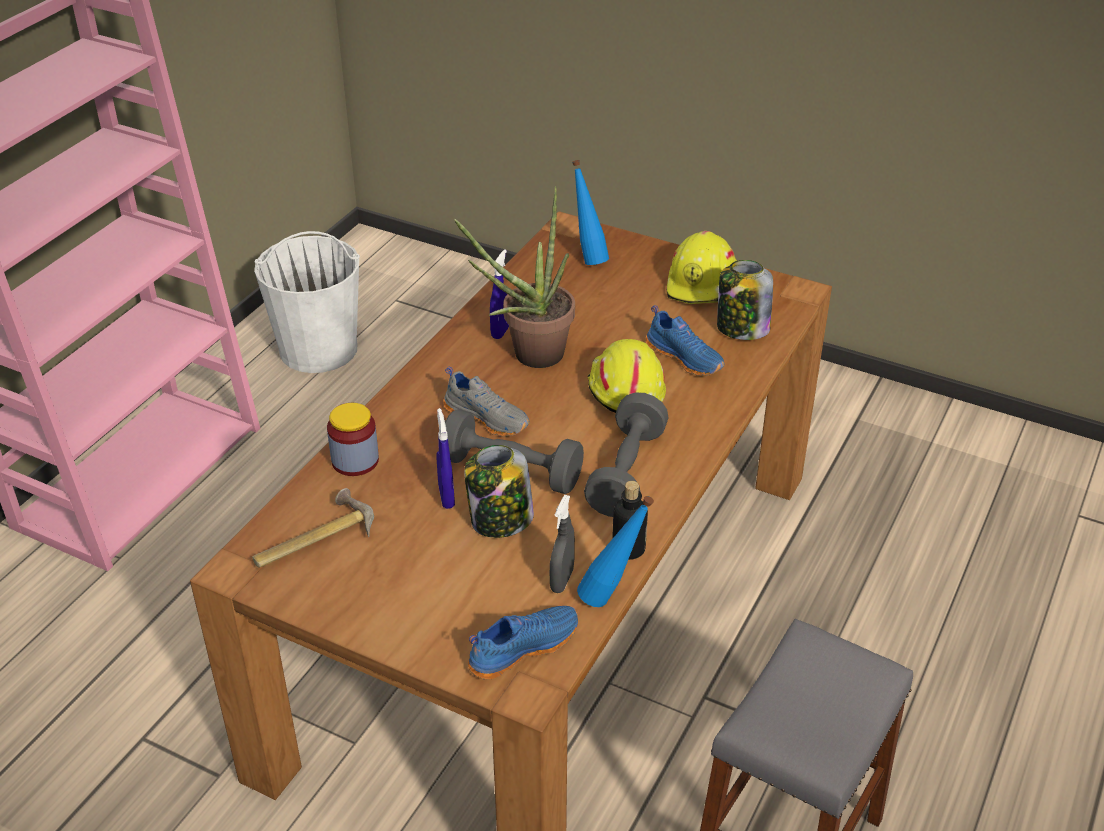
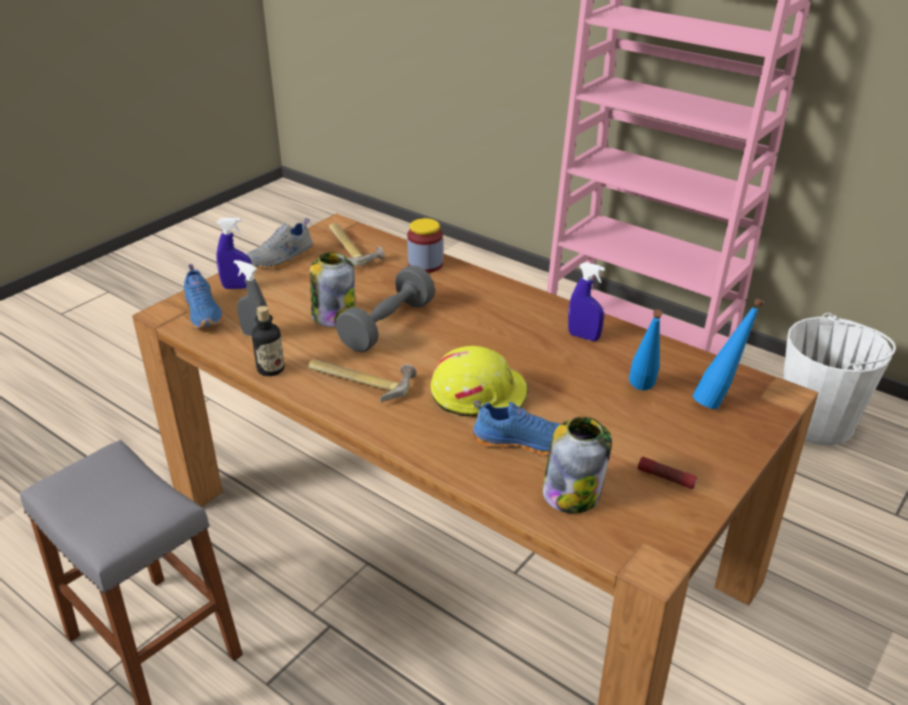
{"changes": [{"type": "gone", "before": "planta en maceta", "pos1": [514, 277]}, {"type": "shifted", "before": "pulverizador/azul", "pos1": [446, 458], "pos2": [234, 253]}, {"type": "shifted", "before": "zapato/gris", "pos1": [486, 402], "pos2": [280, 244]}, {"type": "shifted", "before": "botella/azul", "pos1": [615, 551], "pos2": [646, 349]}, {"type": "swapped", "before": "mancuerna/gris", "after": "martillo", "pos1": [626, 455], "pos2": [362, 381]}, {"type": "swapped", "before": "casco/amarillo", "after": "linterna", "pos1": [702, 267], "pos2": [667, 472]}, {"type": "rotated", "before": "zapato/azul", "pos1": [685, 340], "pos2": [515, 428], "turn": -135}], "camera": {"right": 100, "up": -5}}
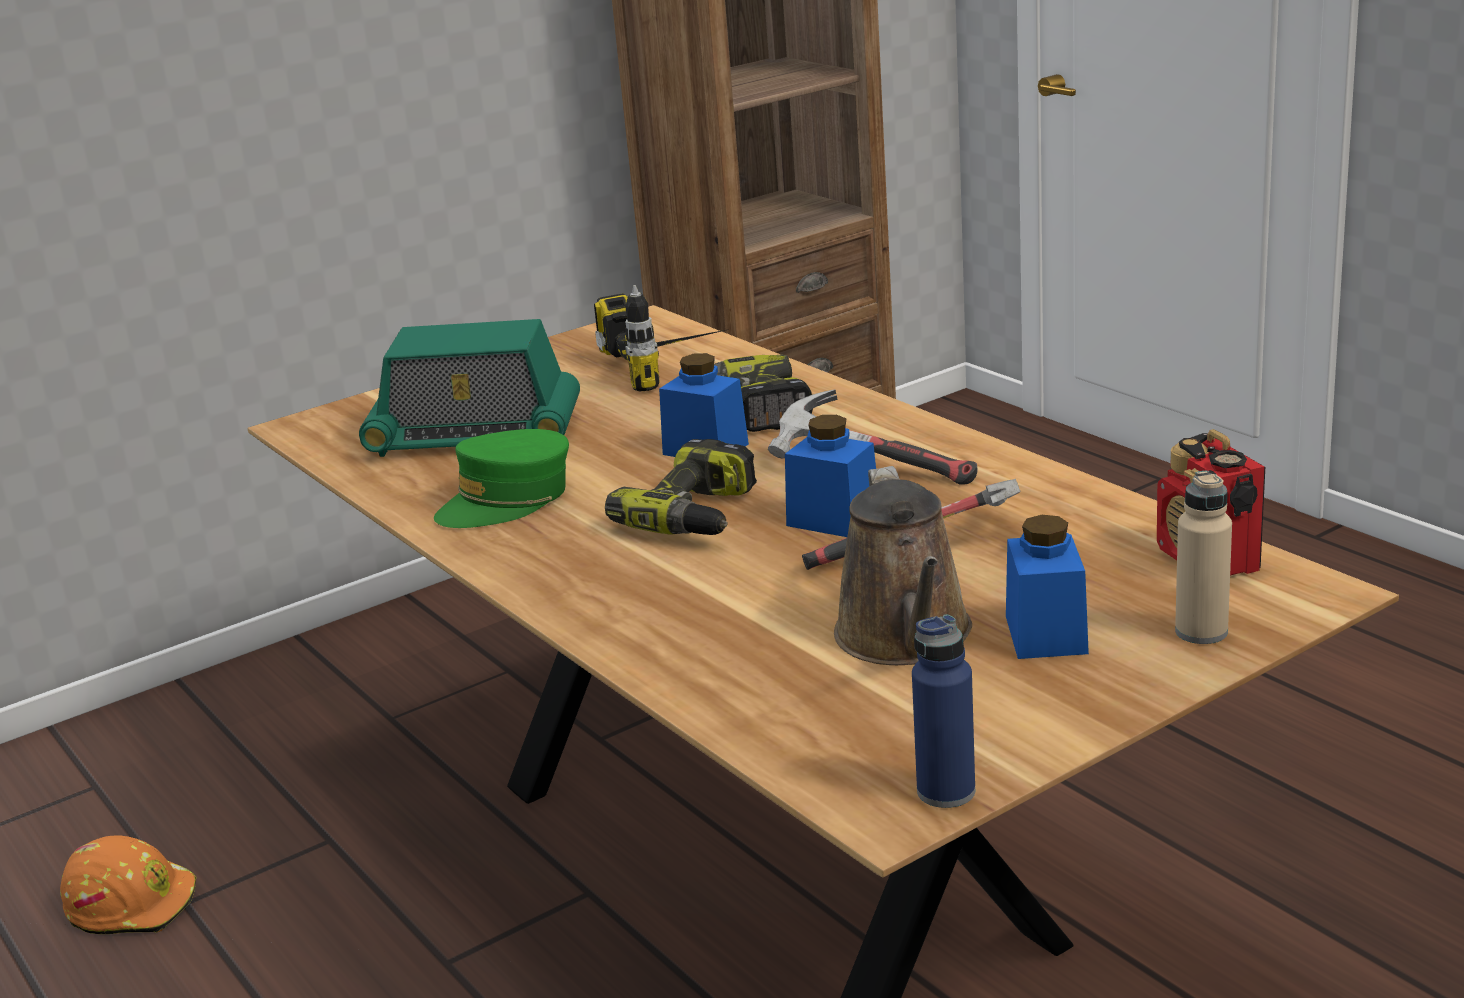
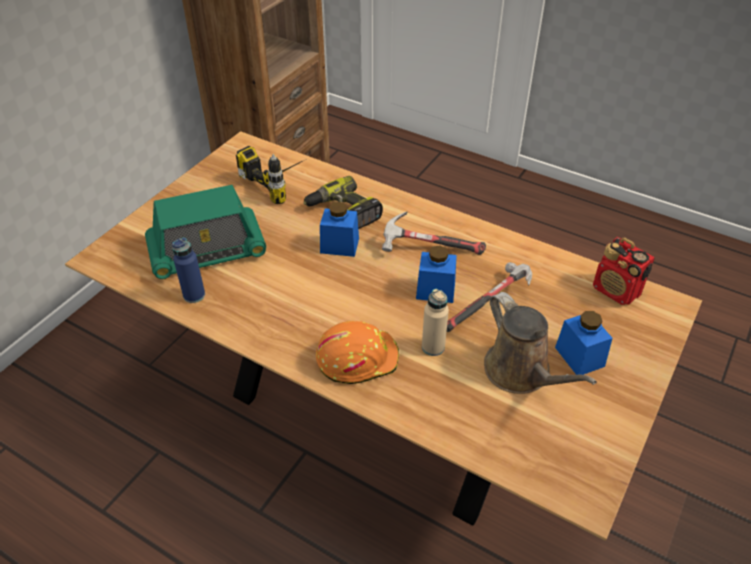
{"changes": [{"type": "gone", "before": "gorra/verde", "pos1": [501, 478]}, {"type": "gone", "before": "taladro", "pos1": [681, 487]}, {"type": "shifted", "before": "casco/naranja", "pos1": [128, 885], "pos2": [357, 352]}, {"type": "shifted", "before": "botella/azul", "pos1": [943, 711], "pos2": [188, 270]}, {"type": "shifted", "before": "botella/beis", "pos1": [1203, 557], "pos2": [435, 322]}], "camera": {"right": -25, "up": 20}}
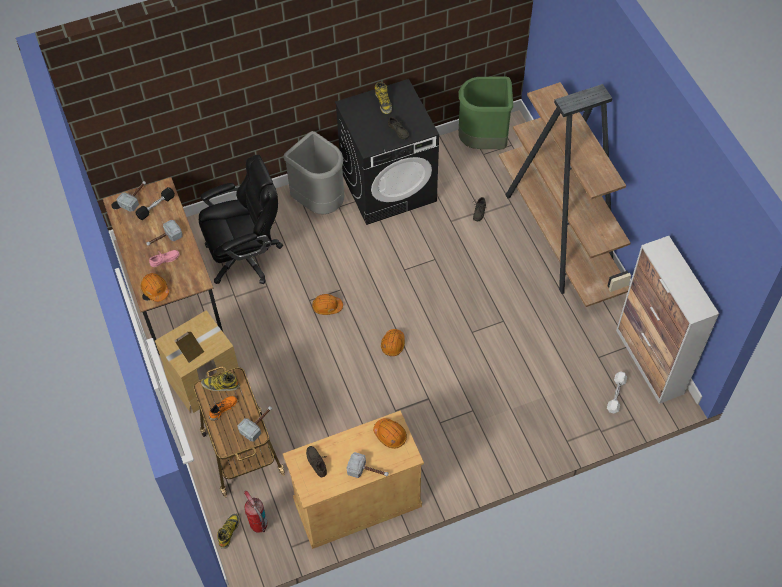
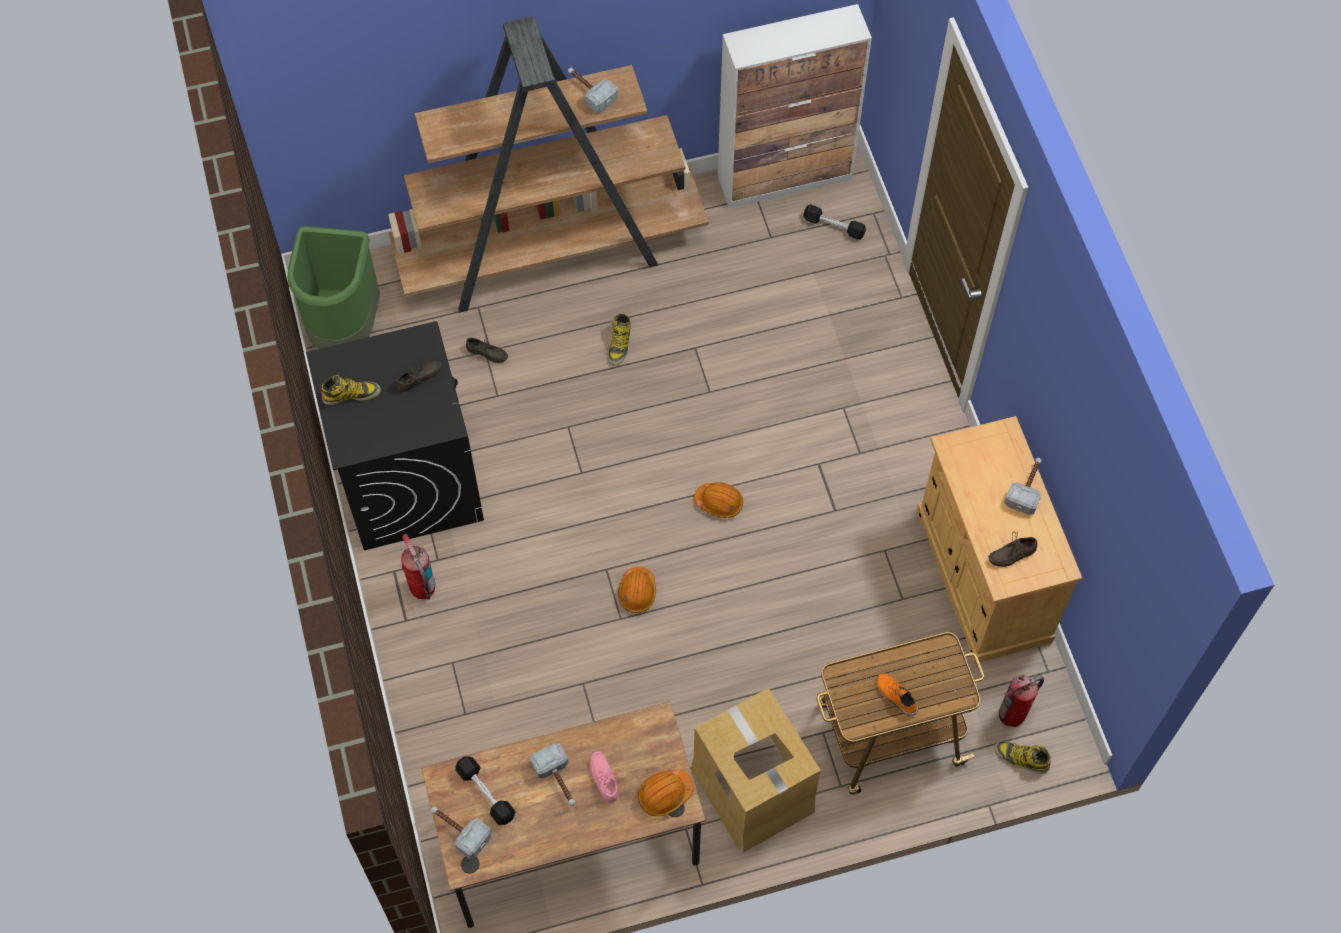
{"changes": [{"type": "gone", "before": "silla de oficina/negro", "pos1": [241, 219]}, {"type": "gone", "before": "casco/naranja", "pos1": [390, 433]}, {"type": "shifted", "before": "bota", "pos1": [220, 381], "pos2": [619, 339]}, {"type": "shifted", "before": "martillo", "pos1": [254, 424], "pos2": [593, 90]}, {"type": "swapped", "before": "papelera/gris", "after": "extintor", "pos1": [313, 172], "pos2": [418, 566]}, {"type": "repainted", "before": "mancuerna/blanco", "after": "mancuerna/negro", "pos1": [617, 392], "pos2": [834, 222]}], "camera": {"right": -85, "up": 5}}
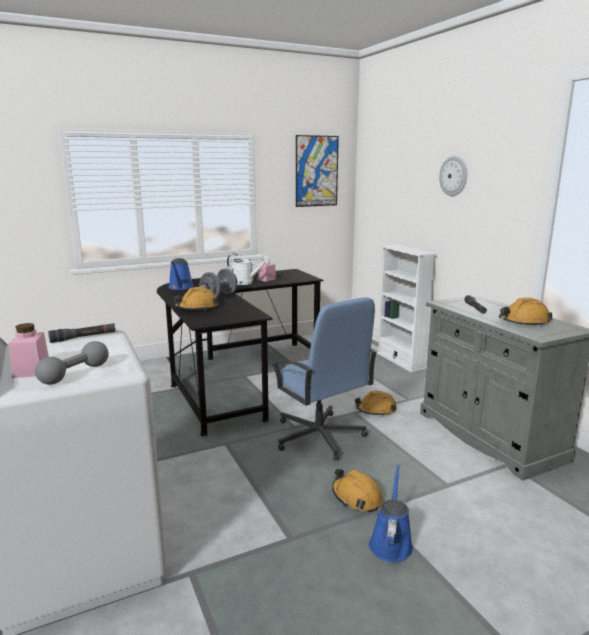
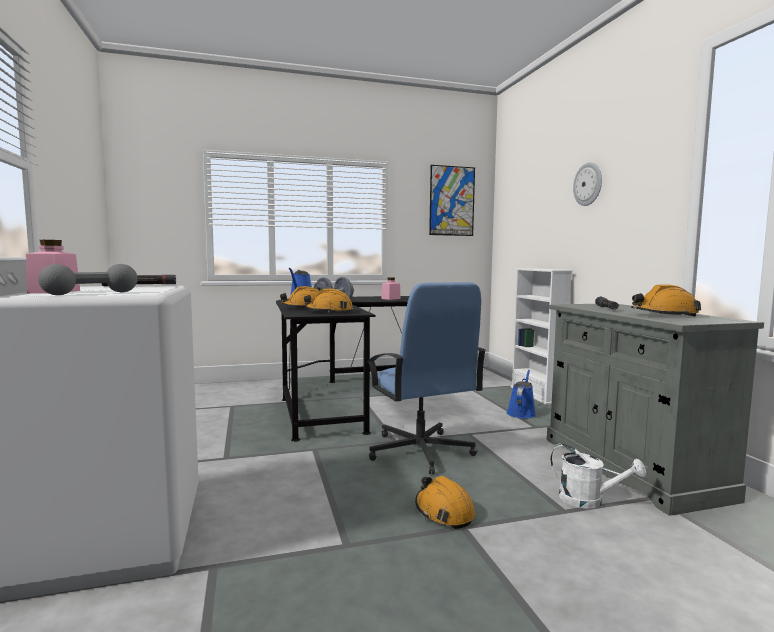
{"changes": [{"type": "shifted", "before": "regadera/blanco", "pos1": [249, 269], "pos2": [598, 476]}, {"type": "shifted", "before": "casco/naranja", "pos1": [376, 403], "pos2": [328, 301]}, {"type": "shifted", "before": "regadera/azul", "pos1": [391, 513], "pos2": [521, 394]}], "camera": {"right": 10, "up": -10}}
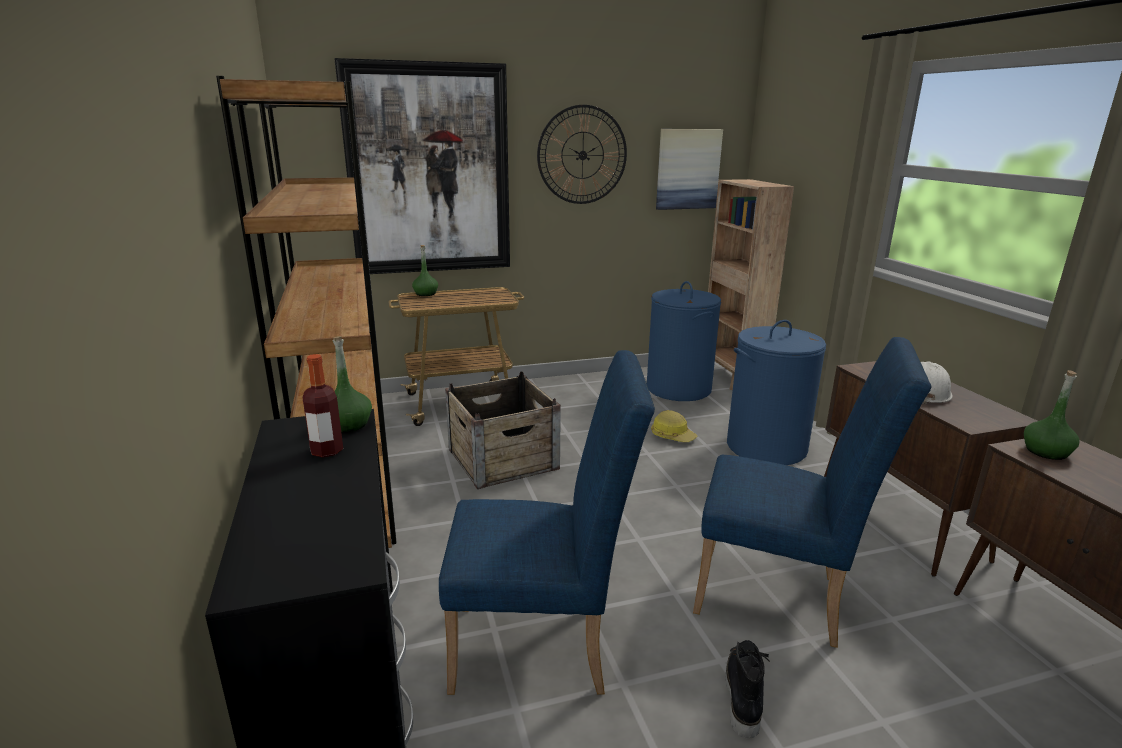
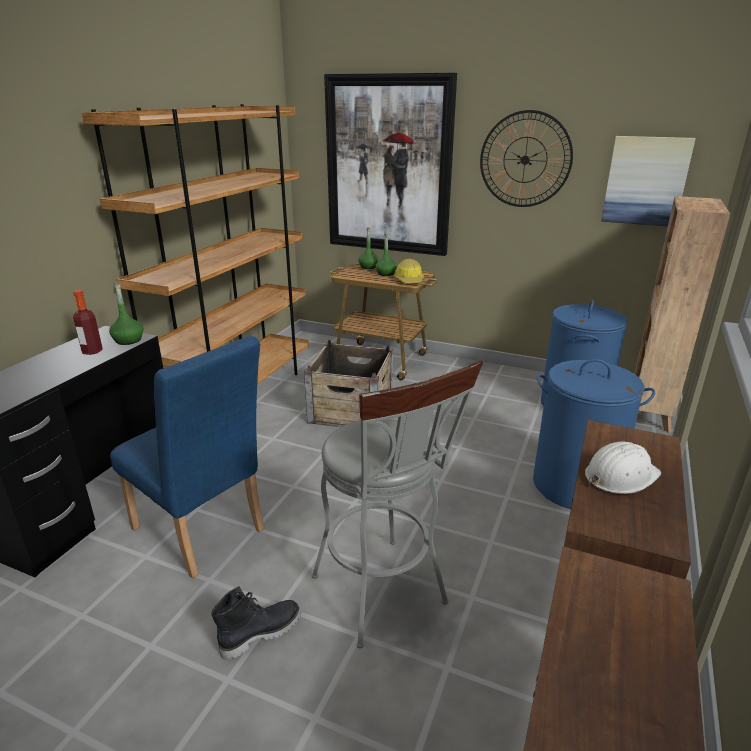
{"changes": [{"type": "shifted", "before": "casco", "pos1": [674, 426], "pos2": [409, 271]}, {"type": "shifted", "before": "botella/verde", "pos1": [1052, 415], "pos2": [386, 254]}, {"type": "swapped", "before": "silla/azul", "after": "taburete/gris", "pos1": [812, 492], "pos2": [397, 504]}], "camera": {"right": 40, "up": 5}}
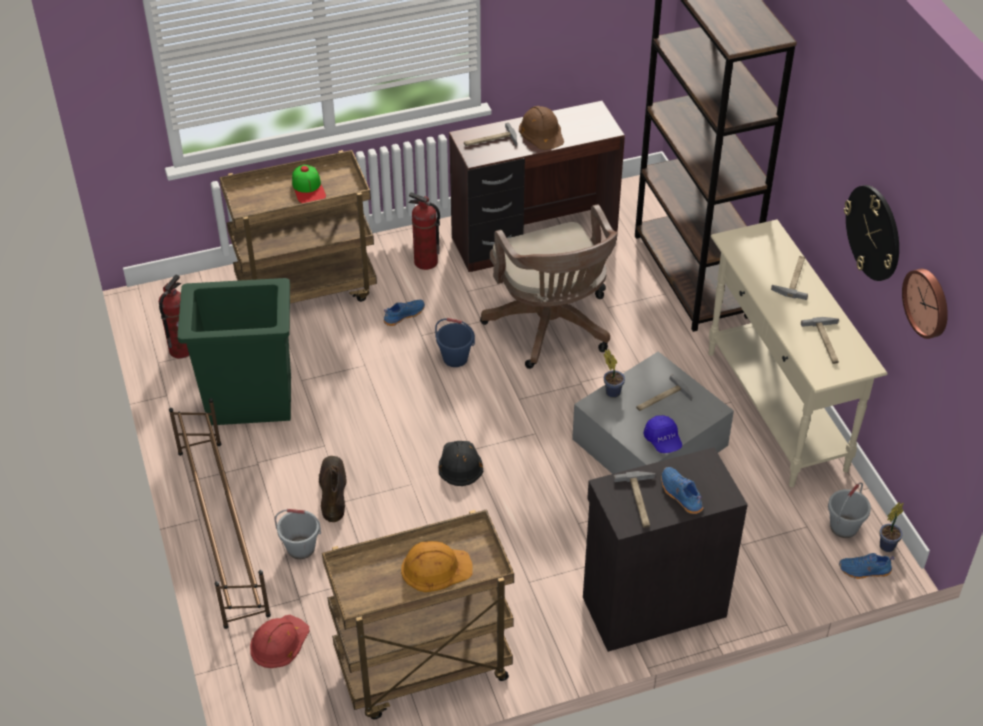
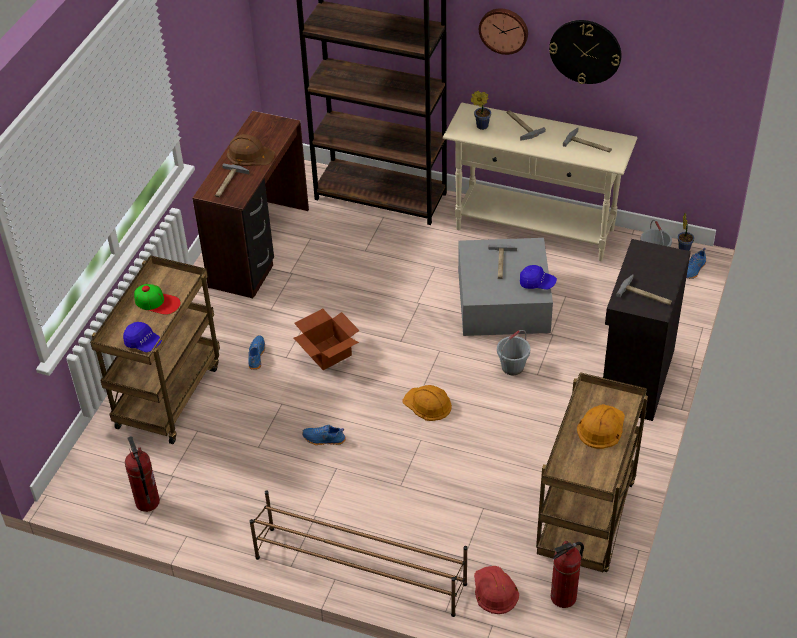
{"changes": [{"type": "gone", "before": "papelera/verde", "pos1": [234, 351]}, {"type": "gone", "before": "bota/marrón", "pos1": [332, 489]}, {"type": "gone", "before": "silla de oficina/marrón", "pos1": [549, 286]}, {"type": "new", "after": "gorra/azul", "pos2": [142, 337]}, {"type": "shifted", "before": "cubo/gris", "pos1": [298, 534], "pos2": [513, 352]}, {"type": "shifted", "before": "extintor", "pos1": [424, 231], "pos2": [567, 574]}, {"type": "shifted", "before": "planta en maceta", "pos1": [614, 373], "pos2": [480, 110]}, {"type": "shifted", "before": "zapato/azul", "pos1": [682, 490], "pos2": [324, 435]}, {"type": "shifted", "before": "reloj de pared", "pos1": [925, 304], "pos2": [503, 31]}, {"type": "swapped", "before": "cubo/azul", "after": "caja de cartón", "pos1": [455, 342], "pos2": [327, 339]}, {"type": "repainted", "before": "casco/negro", "after": "casco/naranja", "pos1": [461, 463], "pos2": [427, 403]}], "camera": {"right": -50, "up": 0}}
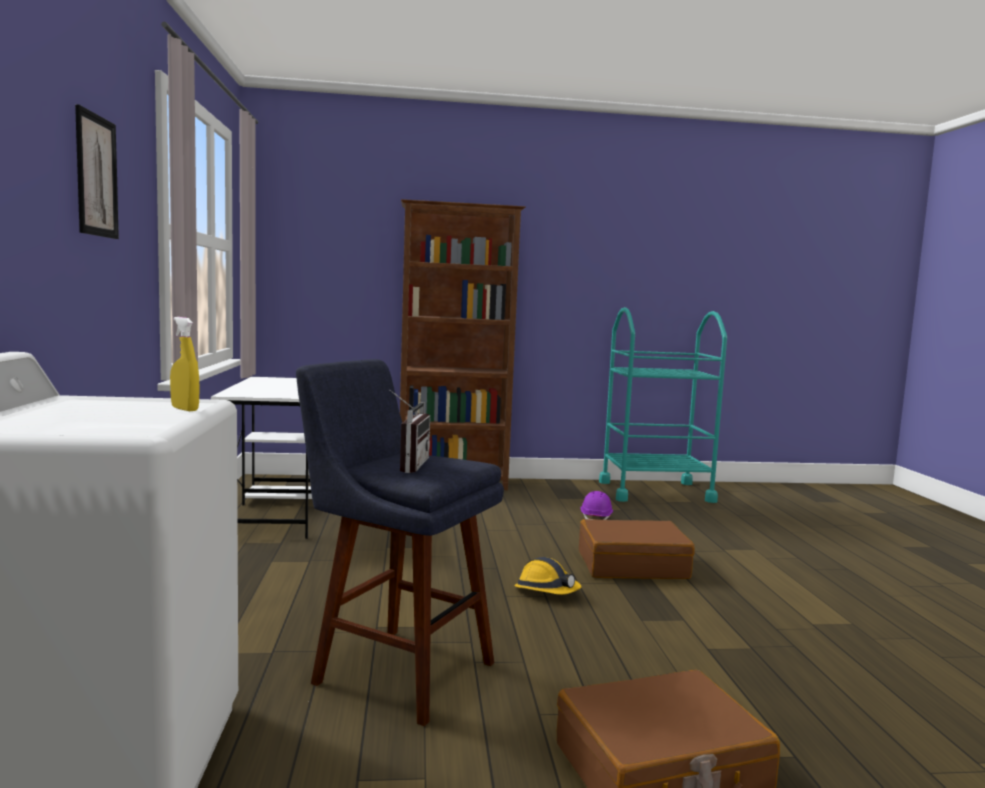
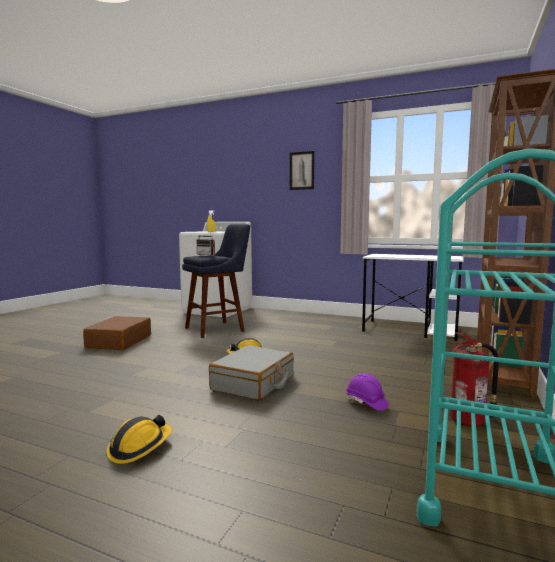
{"changes": [{"type": "new", "after": "casco", "pos2": [139, 439]}, {"type": "new", "after": "extintor", "pos2": [475, 379]}, {"type": "repainted", "before": "maleta/marrón", "after": "maleta/gris", "pos1": [637, 549], "pos2": [251, 372]}], "camera": {"right": 120, "up": 0}}
